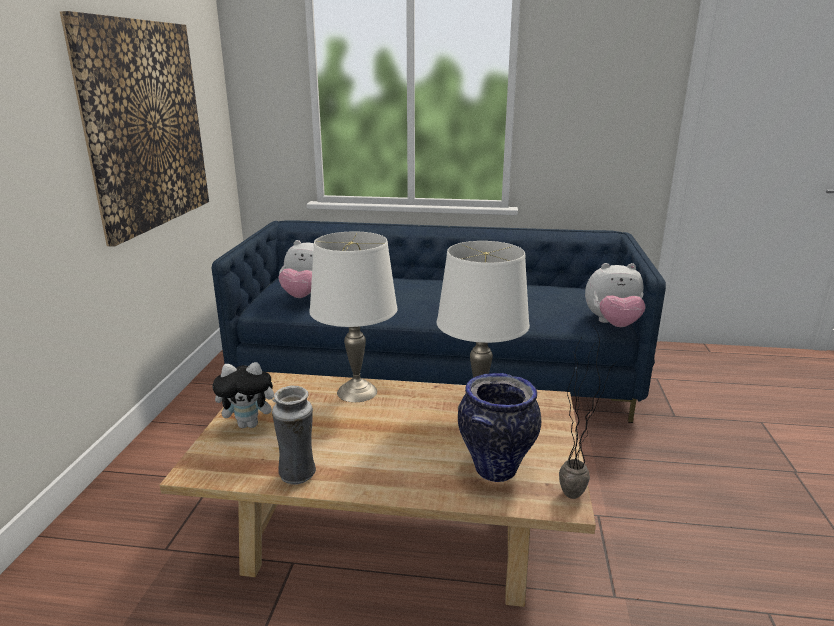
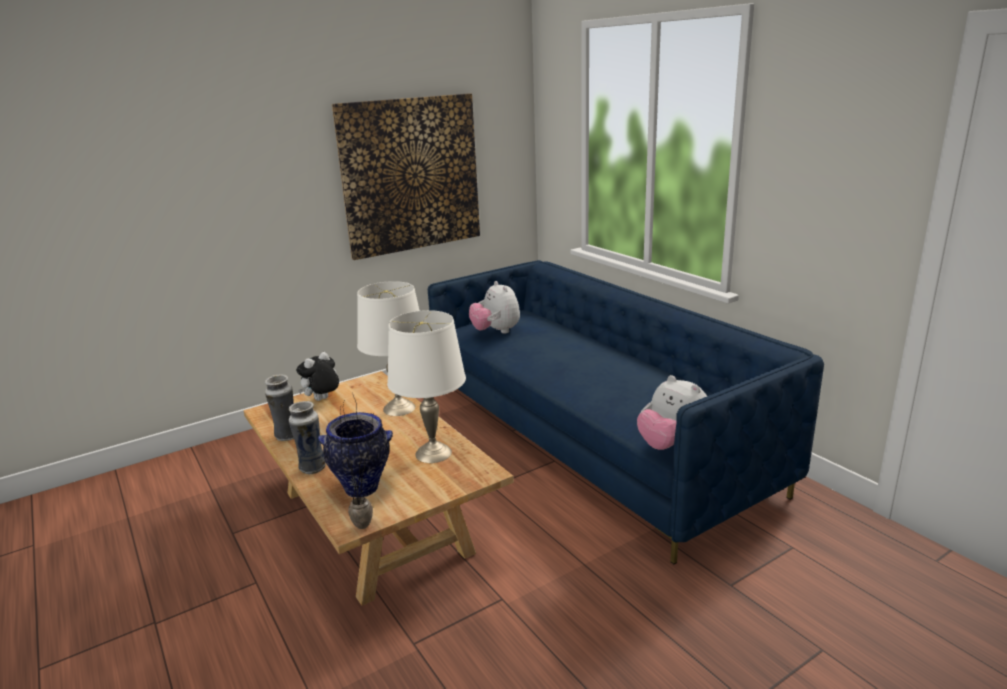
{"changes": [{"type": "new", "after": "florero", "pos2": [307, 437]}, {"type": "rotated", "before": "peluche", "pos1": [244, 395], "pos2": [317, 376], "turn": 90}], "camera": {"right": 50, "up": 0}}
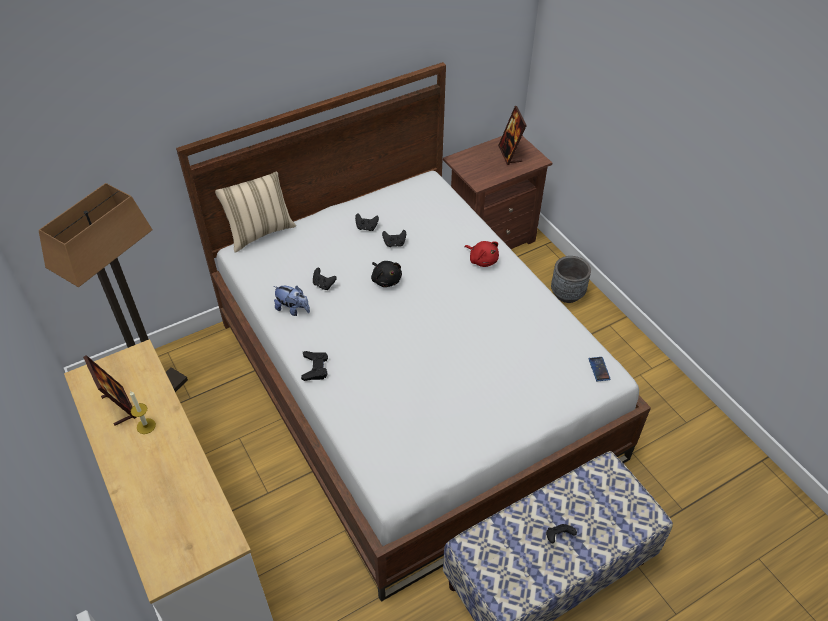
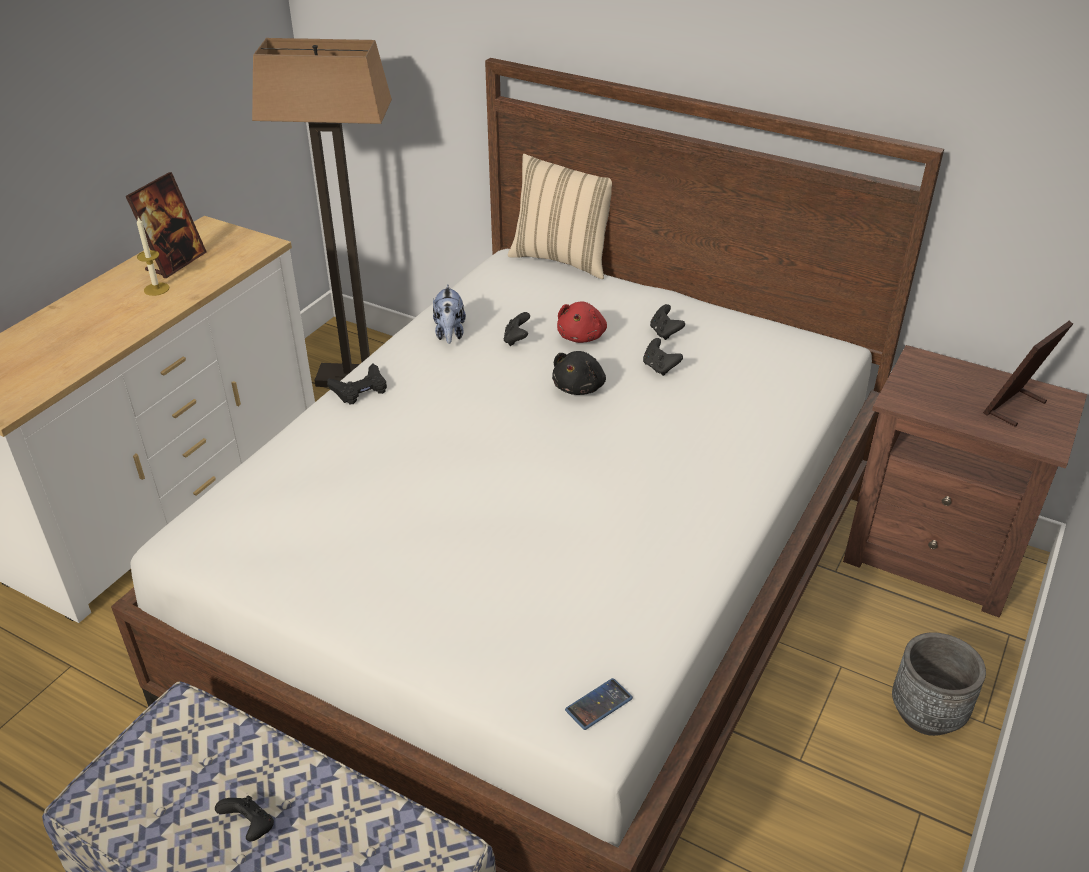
{"changes": [{"type": "shifted", "before": "peluche/rojo", "pos1": [481, 254], "pos2": [582, 322]}], "camera": {"right": 60, "up": -10}}
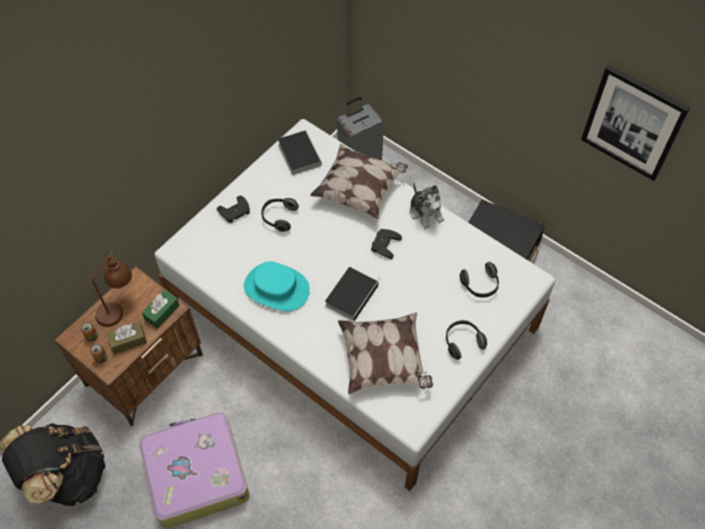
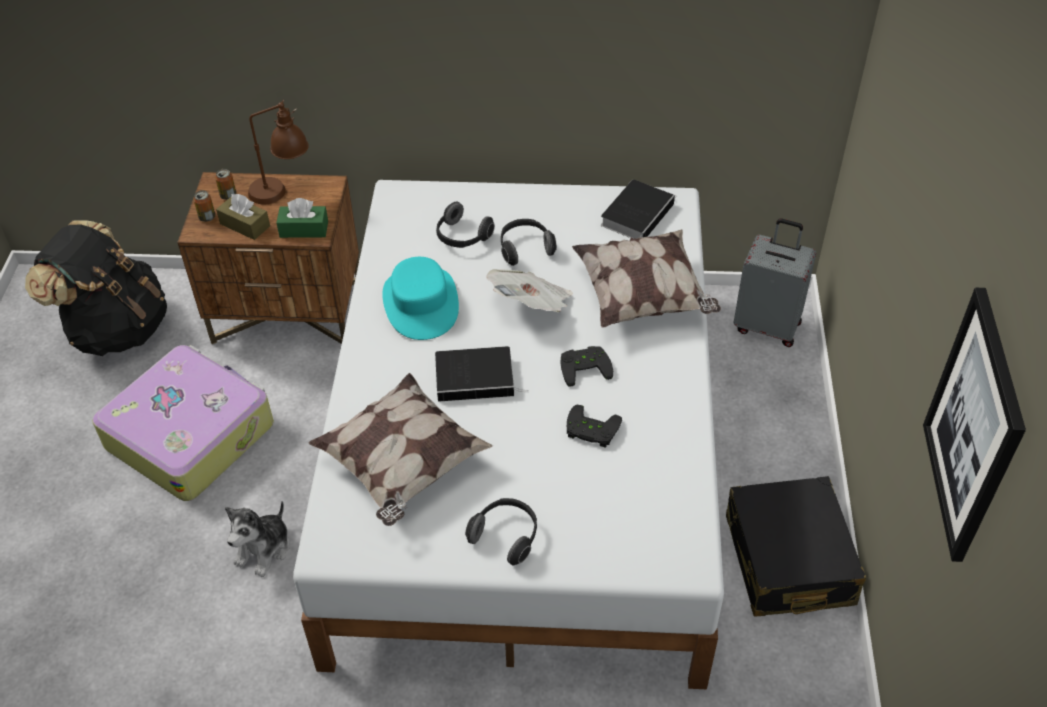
{"changes": [{"type": "new", "after": "periódico", "pos2": [529, 290]}, {"type": "shifted", "before": "mando de consola/negro", "pos1": [233, 209], "pos2": [594, 426]}, {"type": "shifted", "before": "peluche", "pos1": [427, 206], "pos2": [257, 539]}, {"type": "shifted", "before": "auriculares", "pos1": [479, 280], "pos2": [465, 225]}], "camera": {"right": 55, "up": -10}}
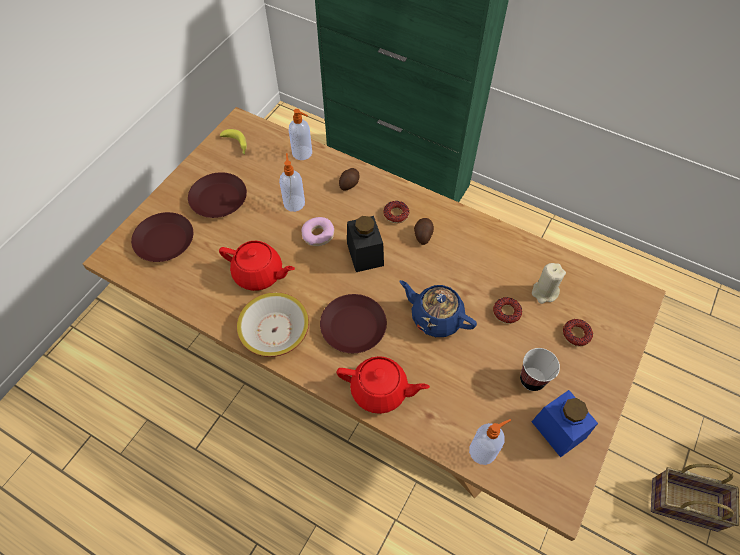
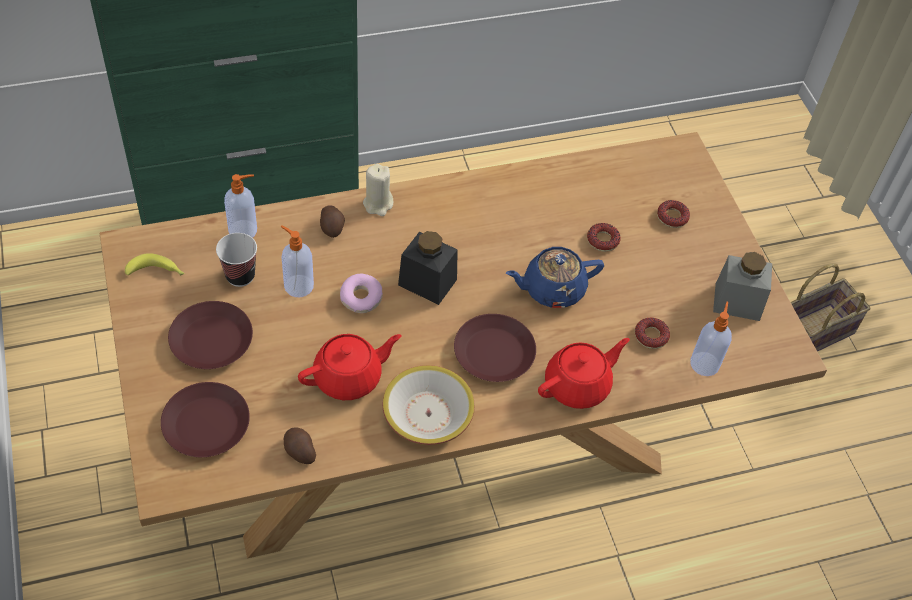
{"changes": [{"type": "shifted", "before": "rosquilla", "pos1": [396, 212], "pos2": [652, 333]}, {"type": "shifted", "before": "patata", "pos1": [424, 231], "pos2": [300, 445]}, {"type": "shifted", "before": "taza", "pos1": [540, 369], "pos2": [236, 260]}, {"type": "shifted", "before": "vela/beis", "pos1": [549, 283], "pos2": [378, 190]}, {"type": "repainted", "before": "tarro/azul", "after": "tarro/gris", "pos1": [564, 423], "pos2": [742, 286]}], "camera": {"right": -50, "up": -5}}
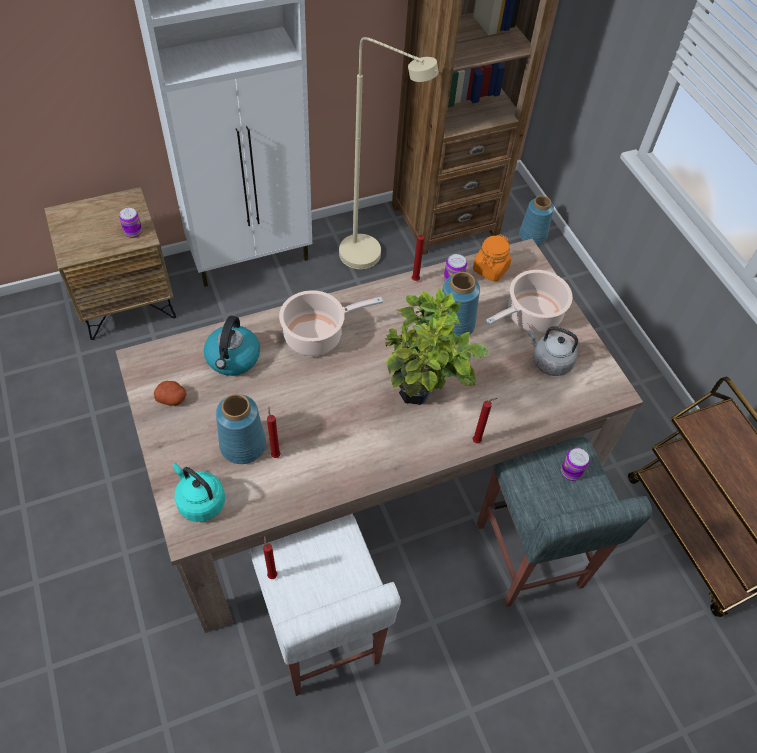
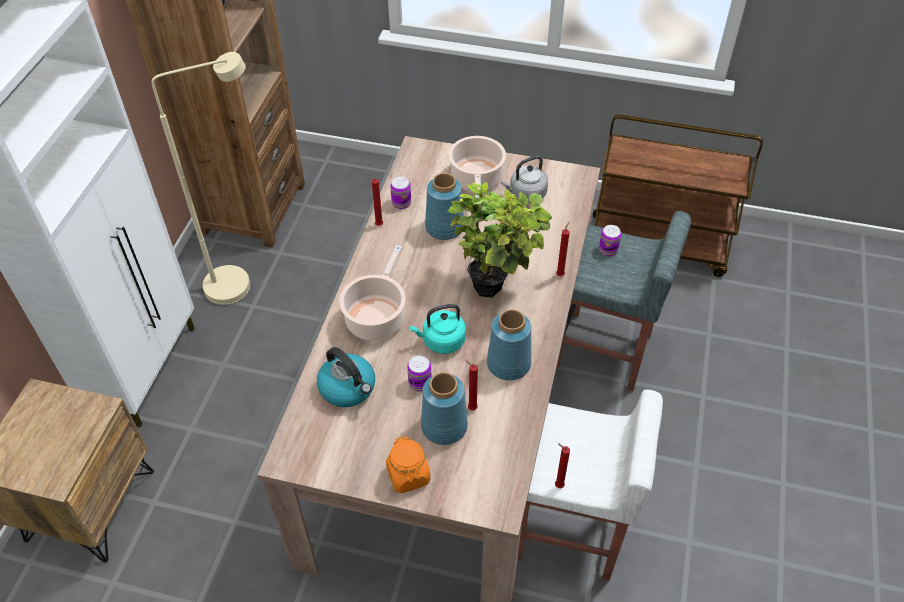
{"changes": [{"type": "gone", "before": "patata", "pos1": [170, 393]}, {"type": "shifted", "before": "lata", "pos1": [130, 223], "pos2": [419, 373]}, {"type": "shifted", "before": "hervidor/turquesa", "pos1": [199, 492], "pos2": [438, 329]}, {"type": "shifted", "before": "tarro/naranja", "pos1": [492, 257], "pos2": [408, 464]}, {"type": "shifted", "before": "florero/azul", "pos1": [536, 220], "pos2": [509, 345]}], "camera": {"right": -50, "up": -5}}
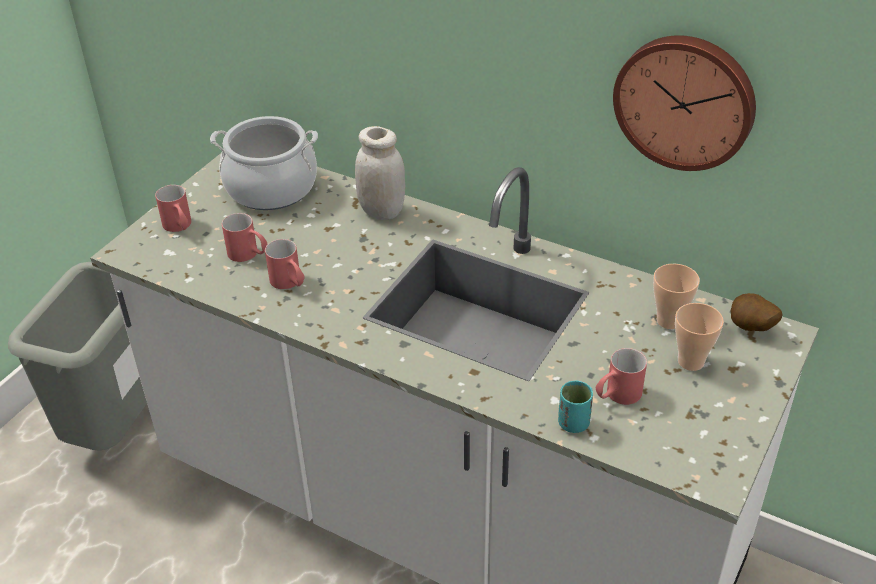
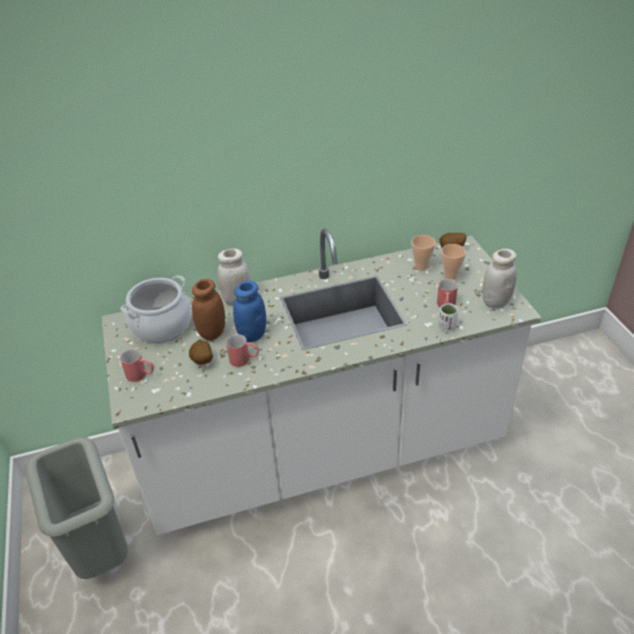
{"changes": [{"type": "gone", "before": "reloj de pared", "pos1": [684, 103]}, {"type": "new", "after": "tarro/marrón", "pos2": [208, 310]}, {"type": "new", "after": "tarro/azul", "pos2": [249, 311]}, {"type": "new", "after": "tarro/blanco", "pos2": [499, 278]}, {"type": "swapped", "before": "taza grande/rojo", "after": "patata", "pos1": [244, 237], "pos2": [201, 352]}, {"type": "repainted", "before": "taza/turquesa", "after": "taza/blanco", "pos1": [575, 406], "pos2": [448, 317]}], "camera": {"right": -45, "up": 0}}
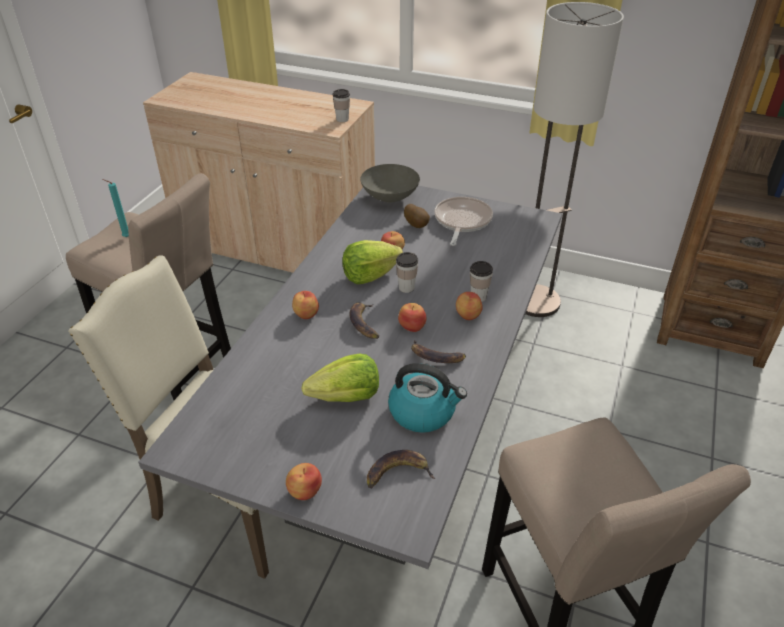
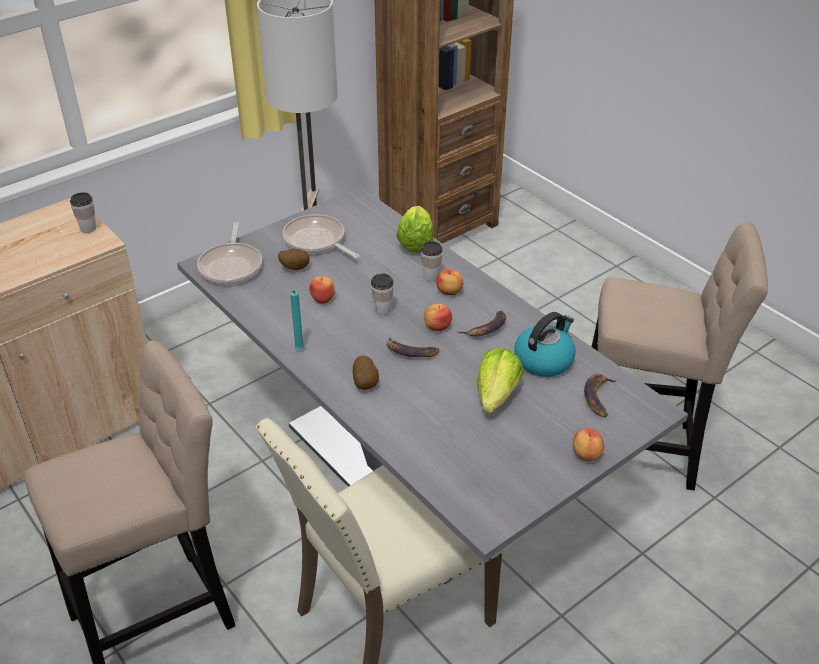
{"changes": [{"type": "shifted", "before": "vela/turquesa", "pos1": [115, 208], "pos2": [297, 320]}, {"type": "shifted", "before": "lechuga", "pos1": [373, 262], "pos2": [415, 229]}, {"type": "swapped", "before": "manzana", "after": "patata", "pos1": [305, 305], "pos2": [366, 373]}, {"type": "swapped", "before": "cuenco/gris", "after": "sartén", "pos1": [390, 183], "pos2": [229, 253]}], "camera": {"right": -60, "up": 0}}
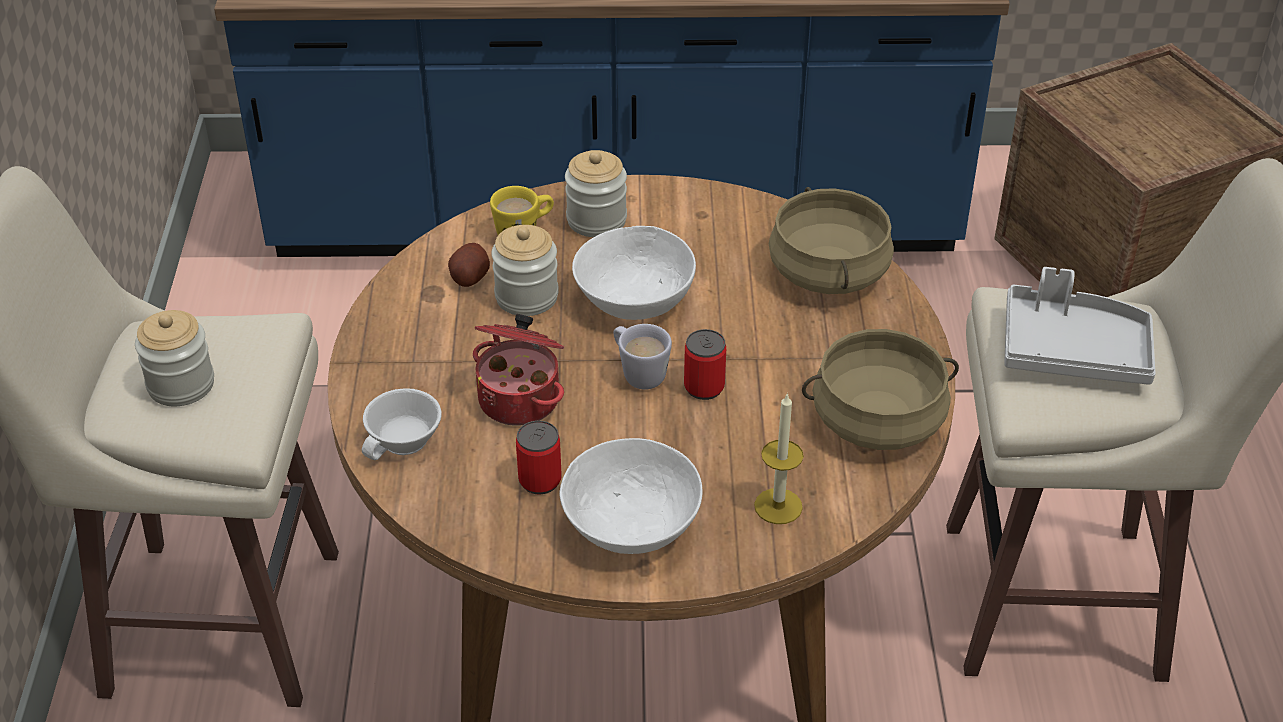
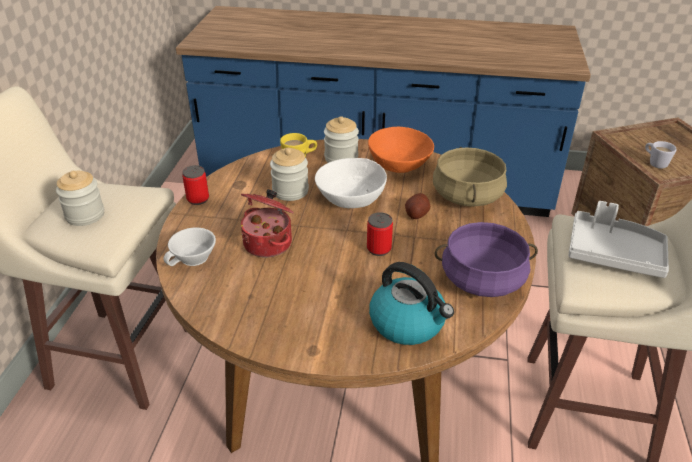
{"changes": [{"type": "gone", "before": "cuenco/blanco", "pos1": [631, 496]}, {"type": "new", "after": "cuenco/naranja", "pos2": [401, 150]}, {"type": "shifted", "before": "patata", "pos1": [469, 265], "pos2": [417, 206]}, {"type": "shifted", "before": "lata", "pos1": [539, 457], "pos2": [195, 185]}, {"type": "shifted", "before": "taza grande/blanco", "pos1": [643, 357], "pos2": [661, 155]}, {"type": "swapped", "before": "vela", "after": "hervidor", "pos1": [779, 458], "pos2": [411, 303]}, {"type": "repainted", "before": "olla/beis", "after": "olla/morado", "pos1": [880, 389], "pos2": [486, 259]}], "camera": {"right": 10, "up": -5}}
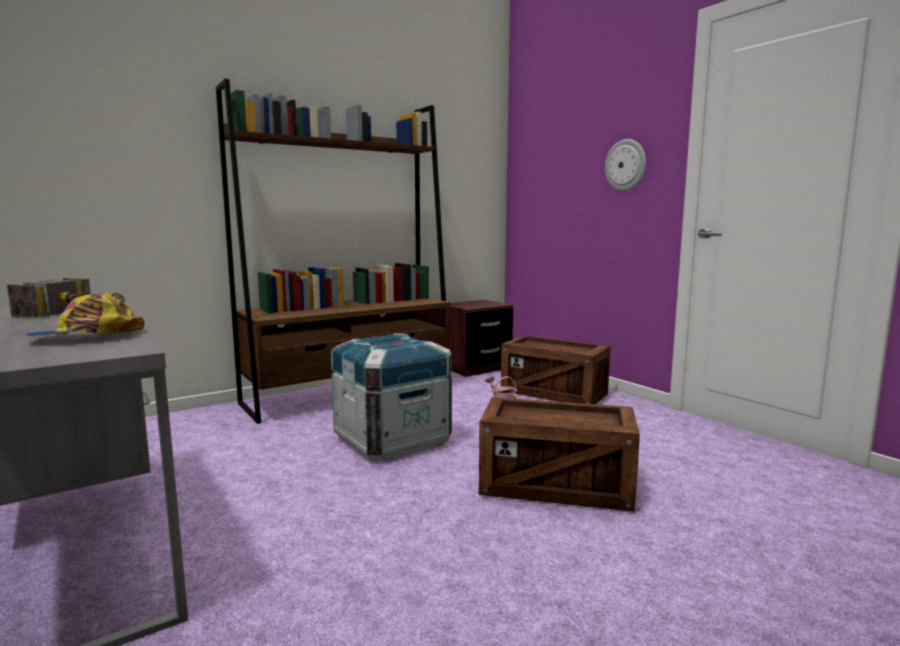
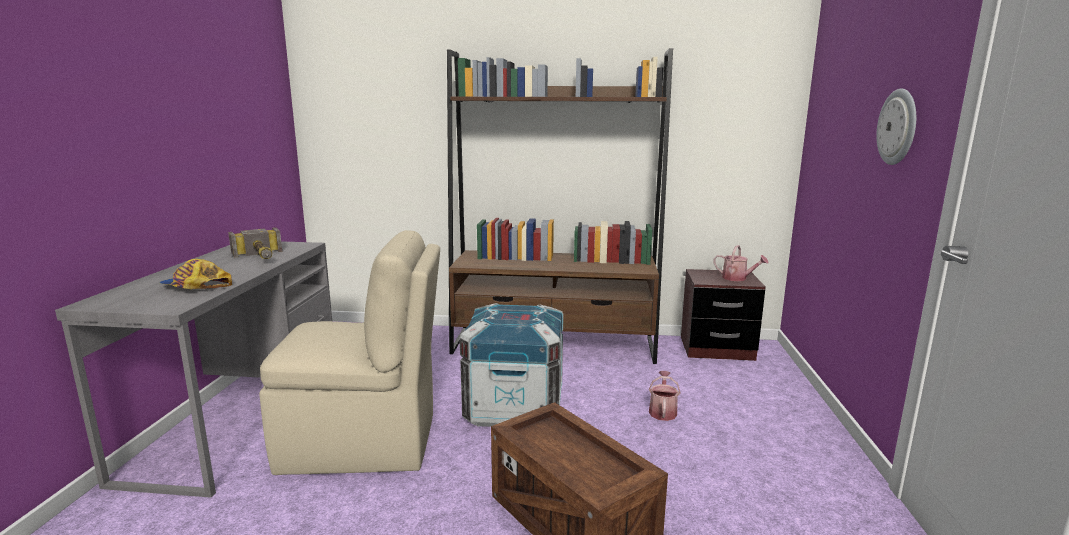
{"changes": [{"type": "gone", "before": "caja de embalaje", "pos1": [555, 370]}, {"type": "new", "after": "silla/beis", "pos2": [349, 352]}, {"type": "new", "after": "regadera", "pos2": [740, 263]}], "camera": {"right": 40, "up": 5}}
